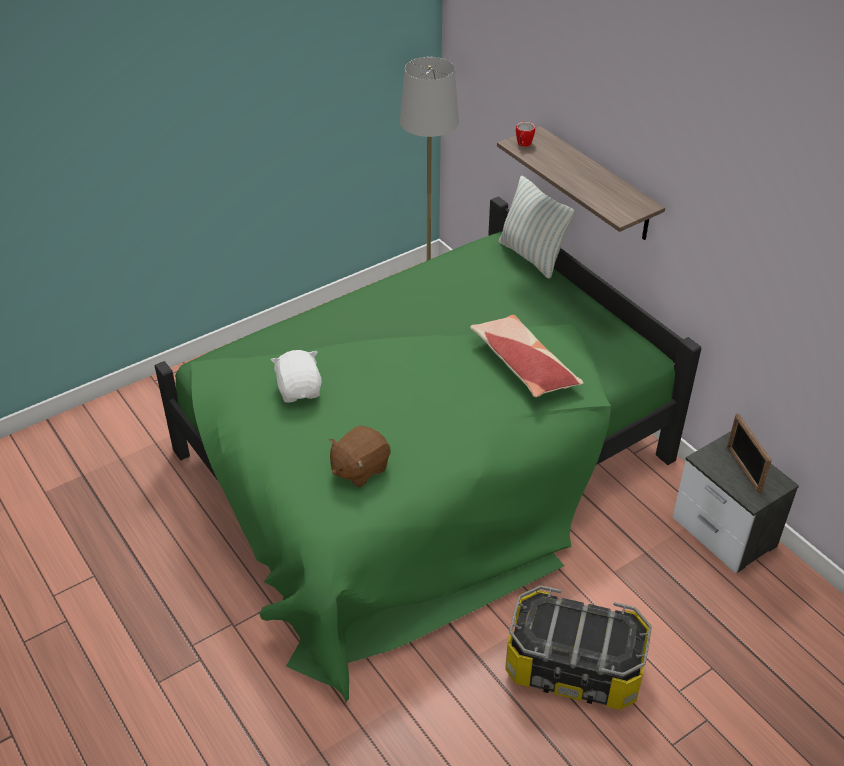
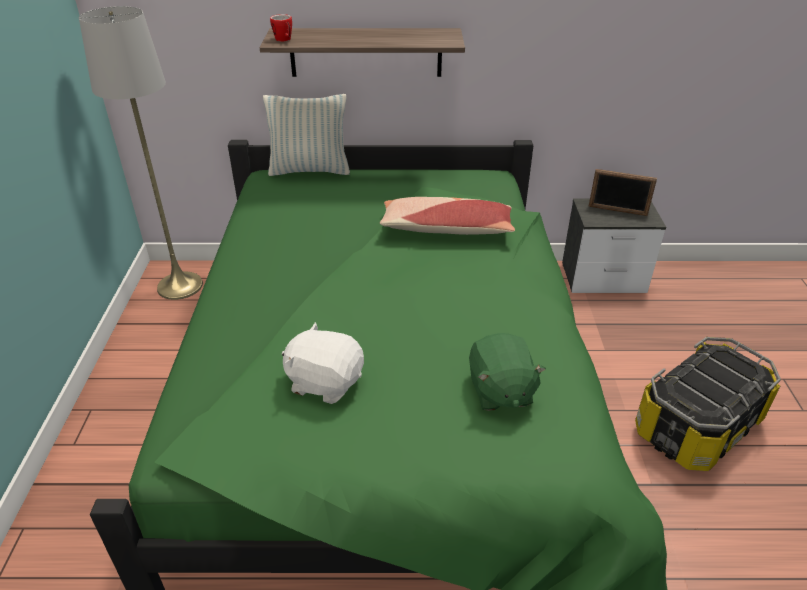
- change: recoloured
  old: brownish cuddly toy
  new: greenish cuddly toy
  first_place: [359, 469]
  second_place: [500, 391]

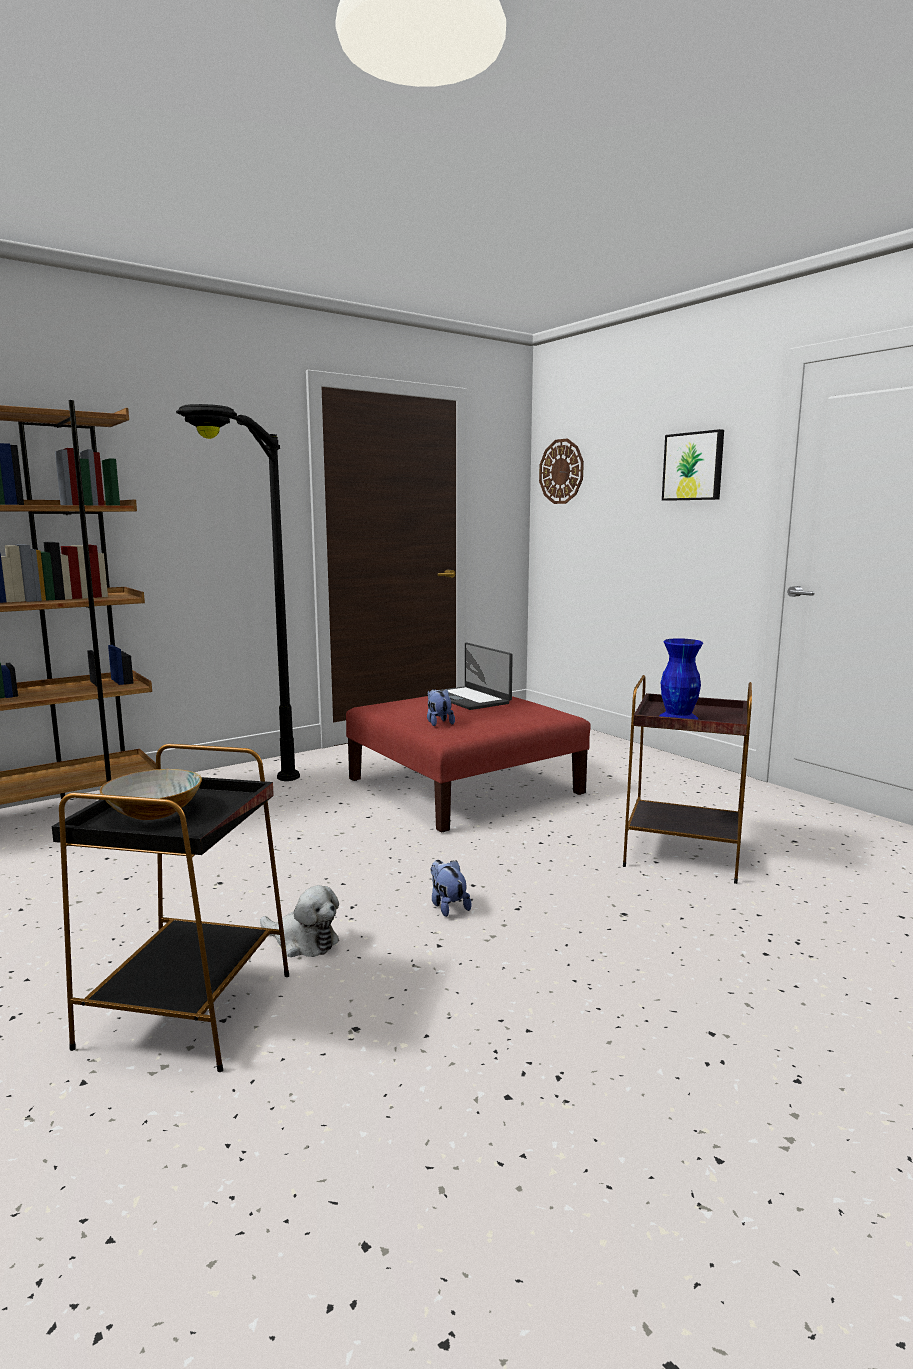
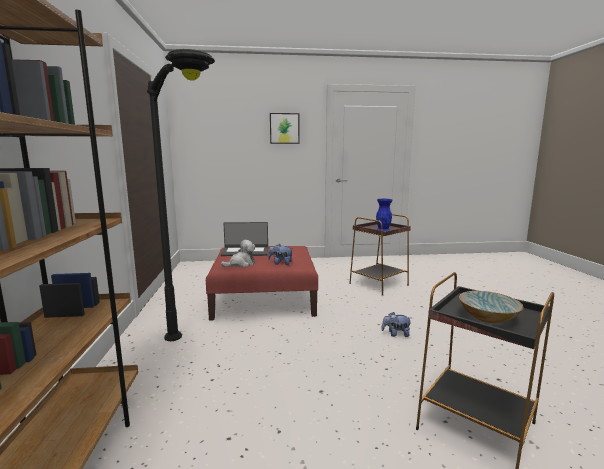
- change: removed
  old: wall clock
  first_place: [561, 471]
- change: moved
  old: cuddly toy
  first_place: [302, 941]
  second_place: [241, 264]

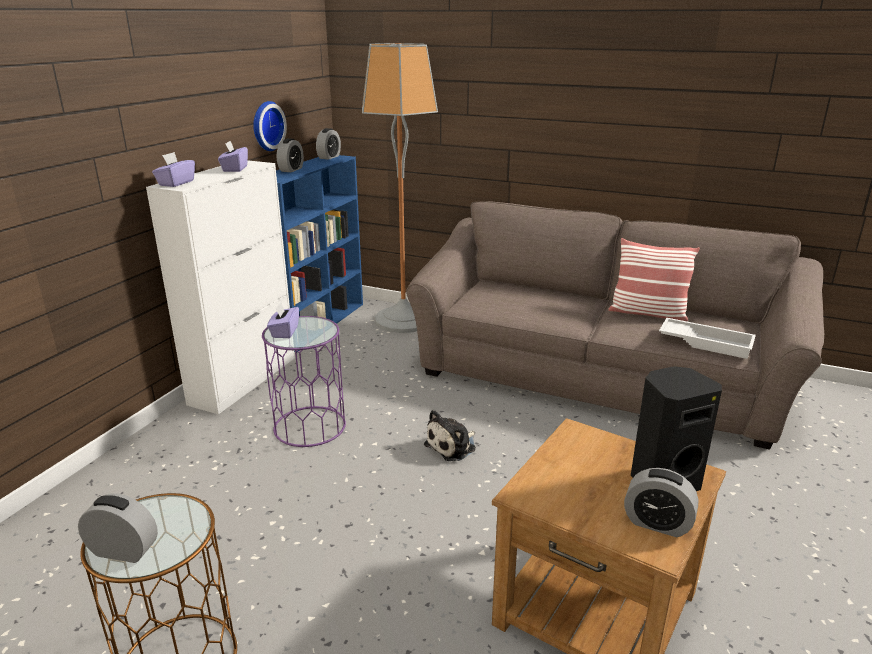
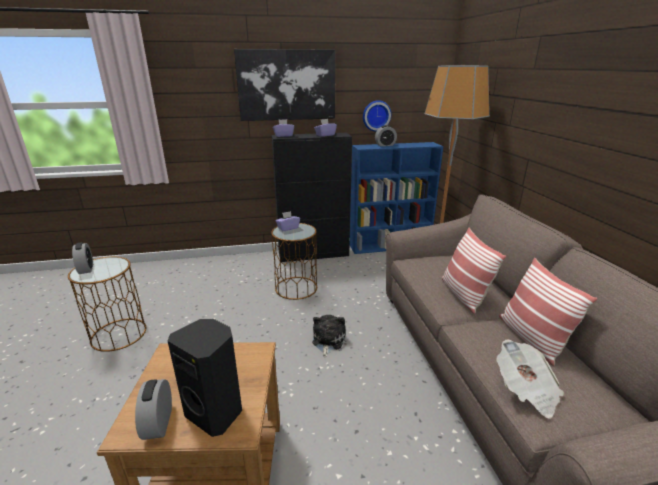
- change: removed
  old: bedside clock
  first_place: [329, 157]
- change: recoloured
  old: whitish storage cabinet
  new: black-coloured storage cabinet
  first_place: [245, 380]
  second_place: [314, 254]
- change: recoloured
  old: purple end table
  new: brownish end table
  first_place: [310, 426]
  second_place: [296, 288]
- change: replaced
  old: whitish tray
  new: daily paper
  first_place: [706, 342]
  second_place: [526, 390]
- change: turned
  old: cuddly toy
  first_place: [452, 446]
  second_place: [327, 340]
  degrees: 90
- change: added
  new: wall picture
  second_place: [287, 85]
- change: added
  new: pillow
  second_place: [463, 295]

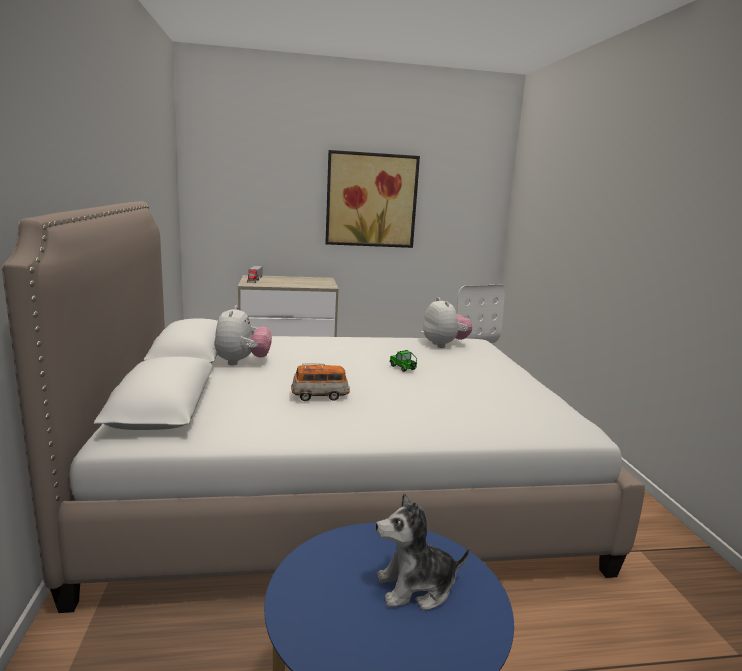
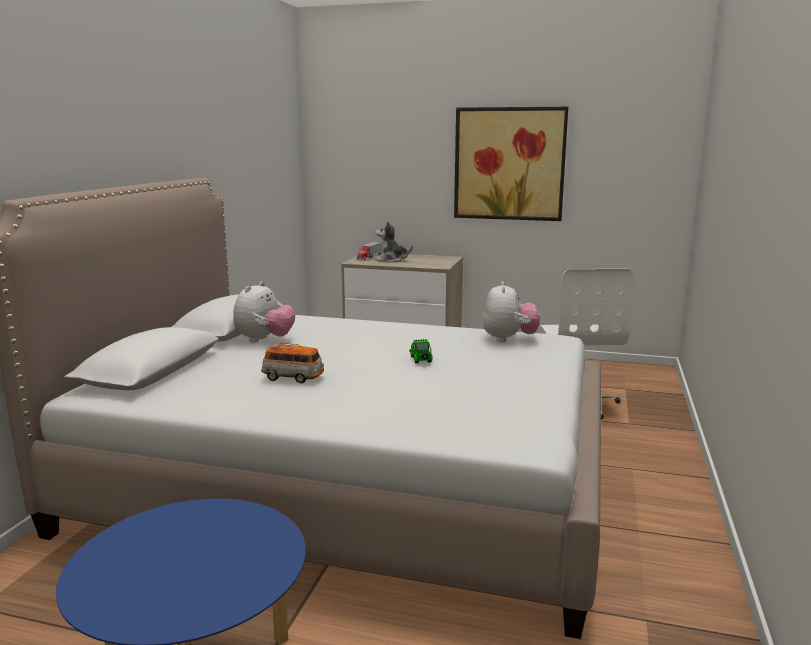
- change: moved
  old: cuddly toy
  first_place: [416, 587]
  second_place: [392, 260]

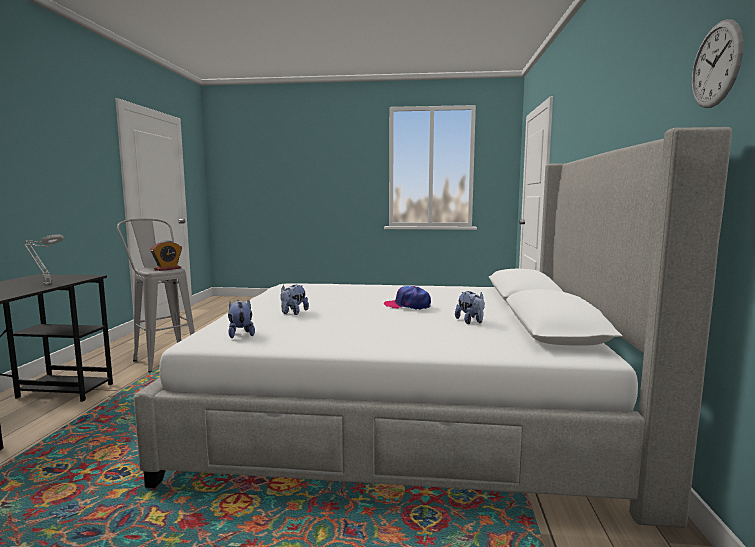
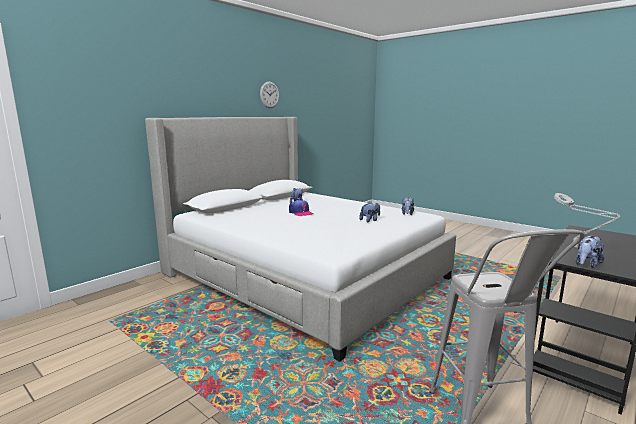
- change: removed
  old: bedside clock
  first_place: [167, 269]
- change: added
  new: cuddly toy
  second_place: [586, 264]

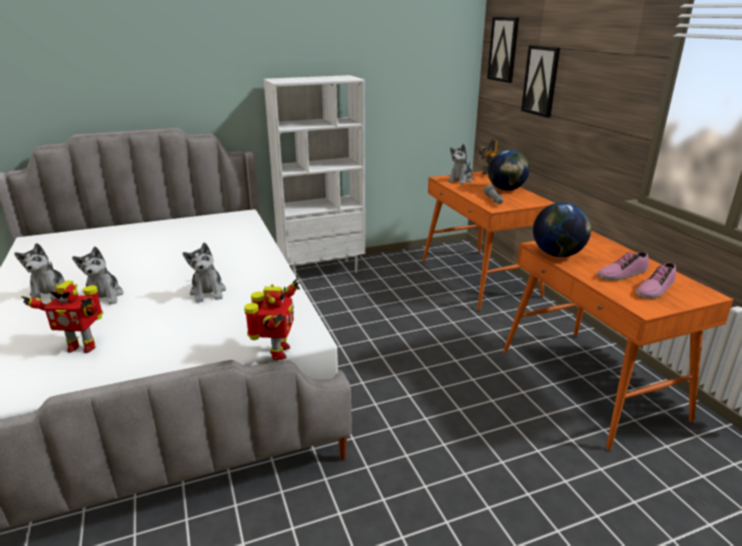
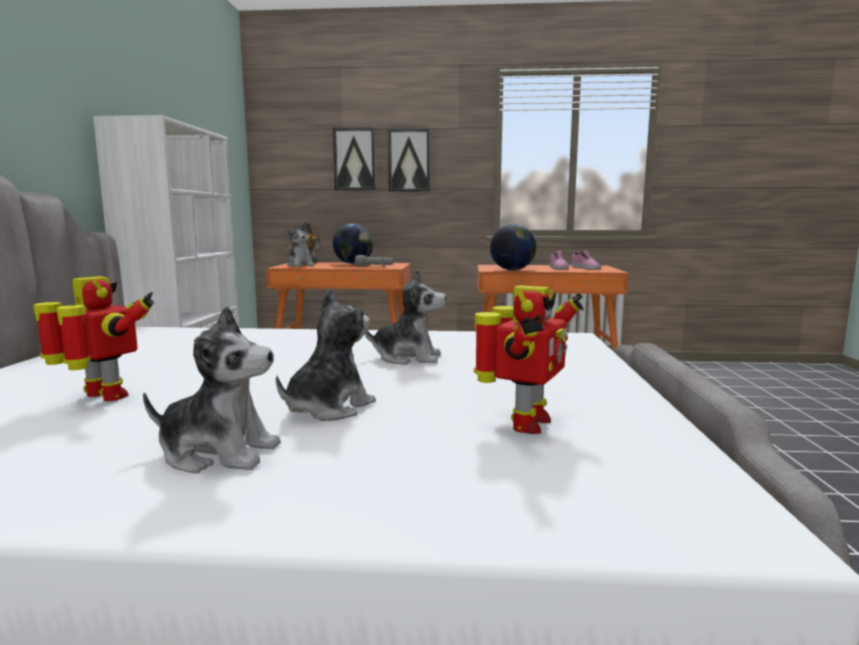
- change: moved
  old: wall picture
  first_place: [503, 49]
  second_place: [409, 160]
- change: turned
  old: cuddly toy
  first_place: [104, 297]
  second_place: [328, 408]
  degrees: -60
- change: moved
  old: toy robot
  first_place: [277, 352]
  second_place: [103, 397]

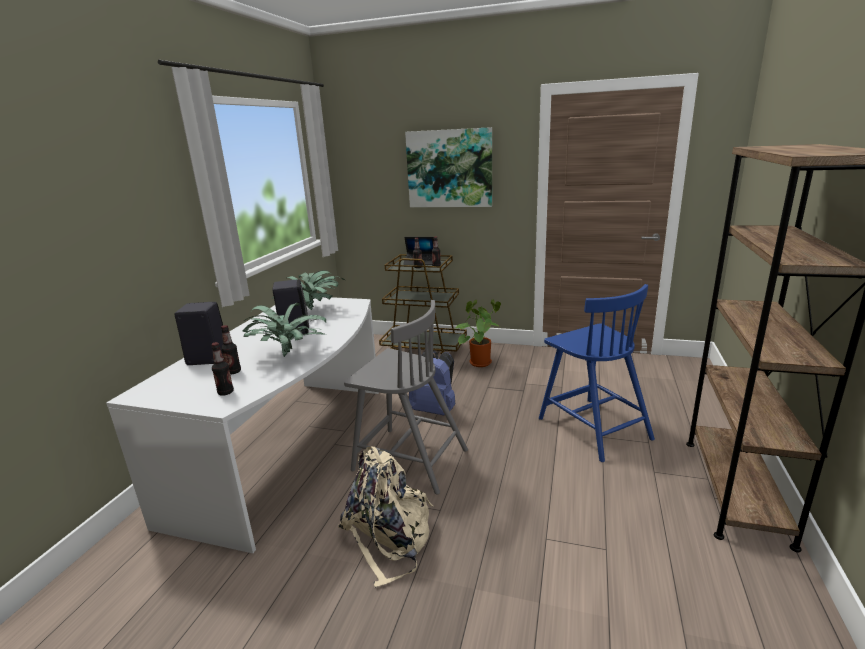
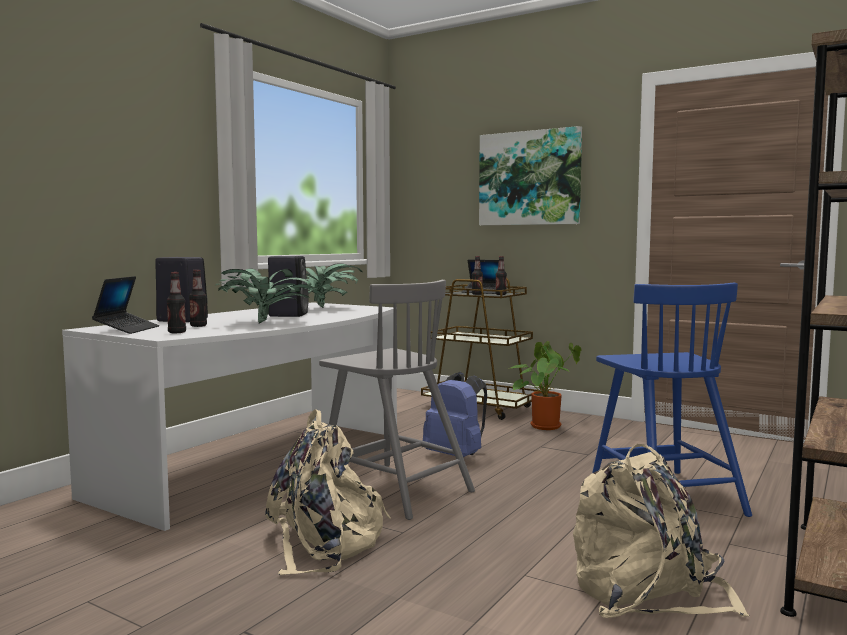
- change: added
  new: notebook computer
  second_place: [127, 329]
- change: added
  new: sand-coloured backpack
  second_place: [648, 592]

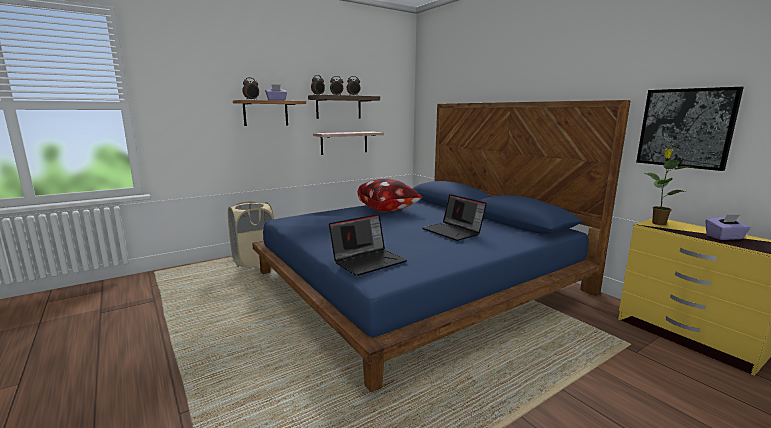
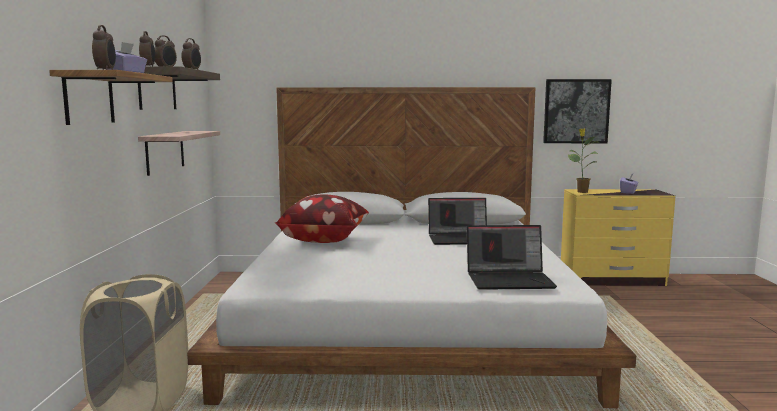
- change: recoloured
  old: bluish sleeping bed
  new: whitish sleeping bed
  first_place: [417, 282]
  second_place: [406, 322]
- change: turned
  old: notebook computer
  first_place: [369, 261]
  second_place: [510, 280]
  degrees: 90

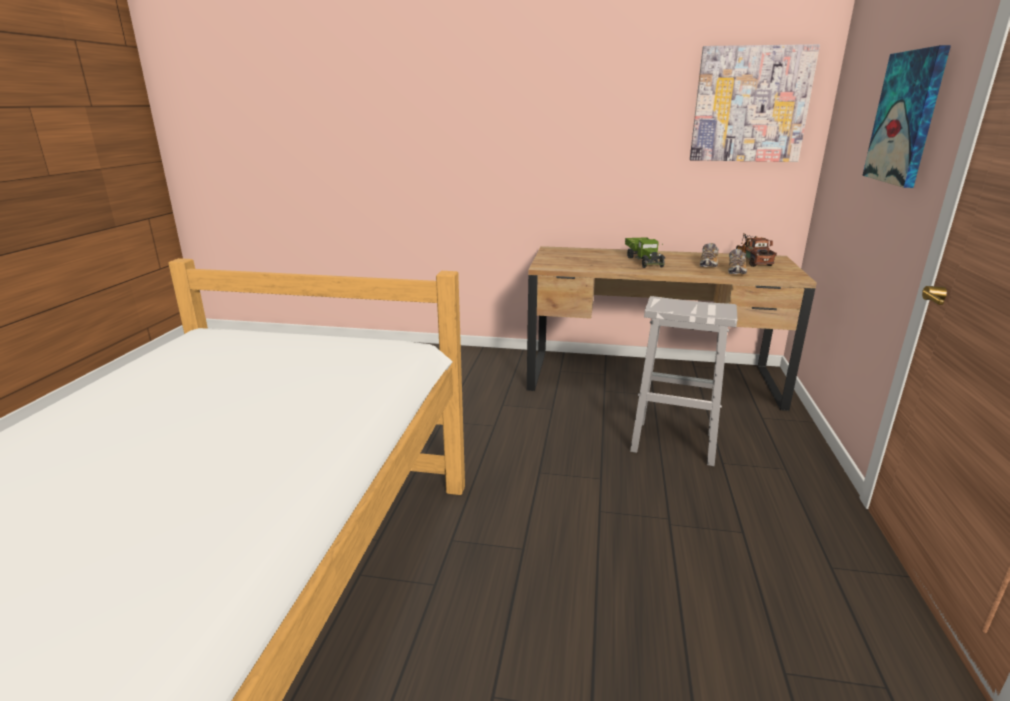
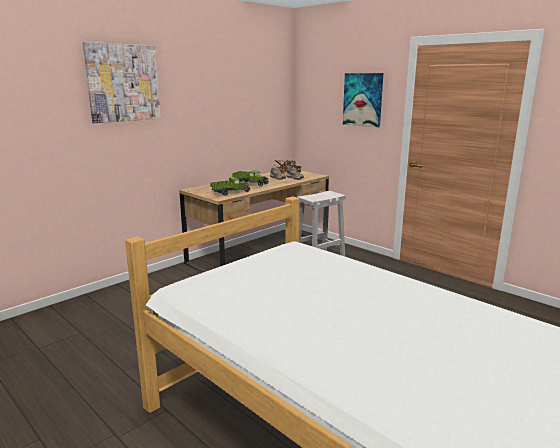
- change: moved
  old: wall picture
  first_place: [750, 105]
  second_place: [123, 83]
- change: added
  new: toy lorry
  second_place: [230, 192]

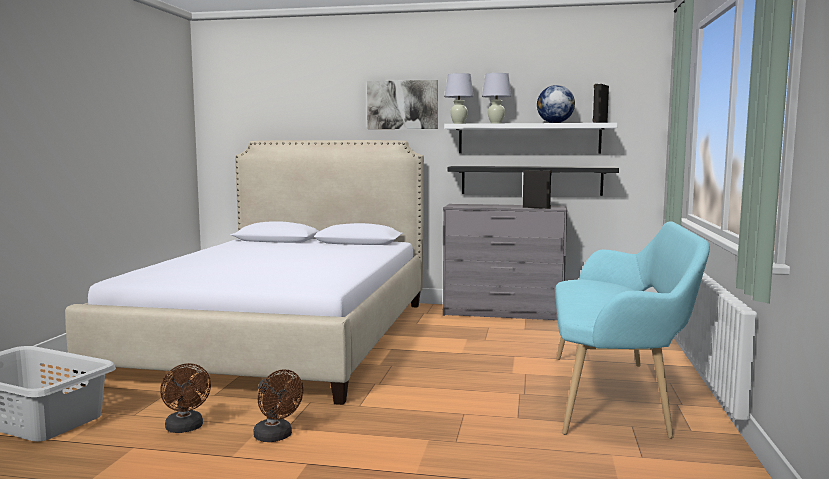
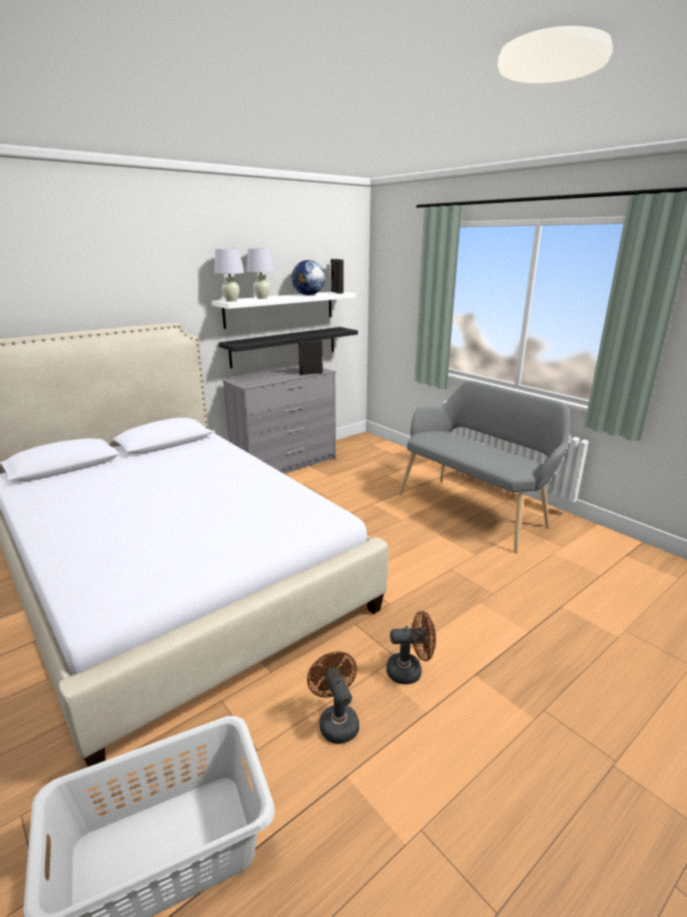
- change: removed
  old: wall picture
  first_place: [402, 105]
- change: recoloured
  old: turquoise-coloured long seat
  new: greyish long seat
  first_place: [616, 395]
  second_place: [475, 509]
- change: turned
  old: brownish electric fan
  first_place: [186, 428]
  second_place: [336, 721]
  degrees: -120

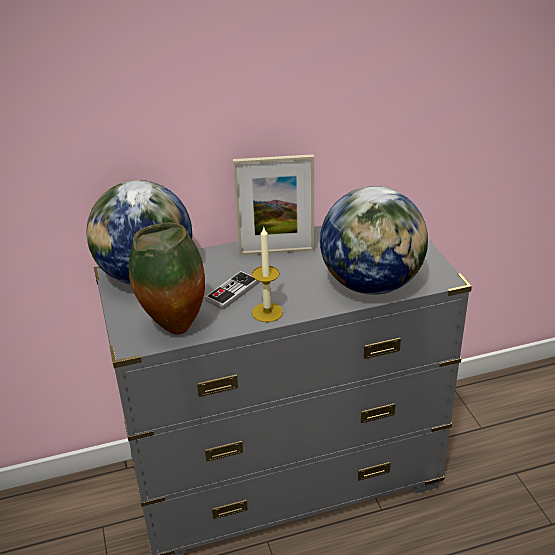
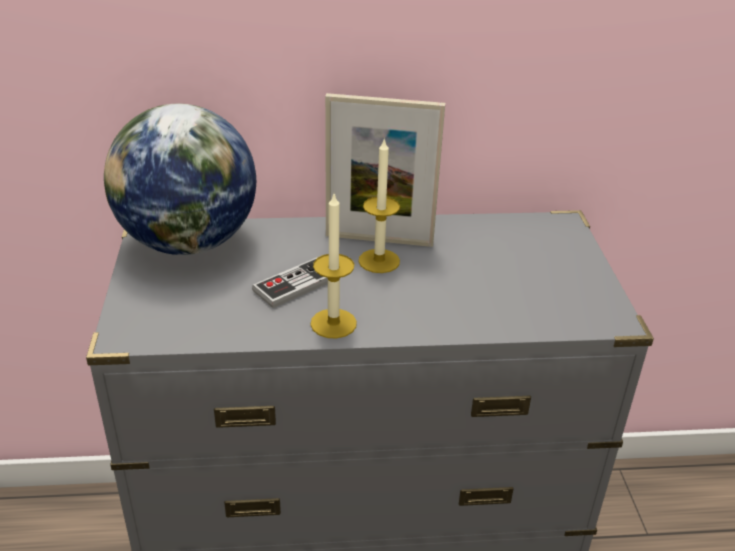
- change: removed
  old: globe
  first_place: [371, 284]
- change: removed
  old: decorative vase
  first_place: [173, 329]
- change: added
  new: wax candle
  second_place: [379, 261]

